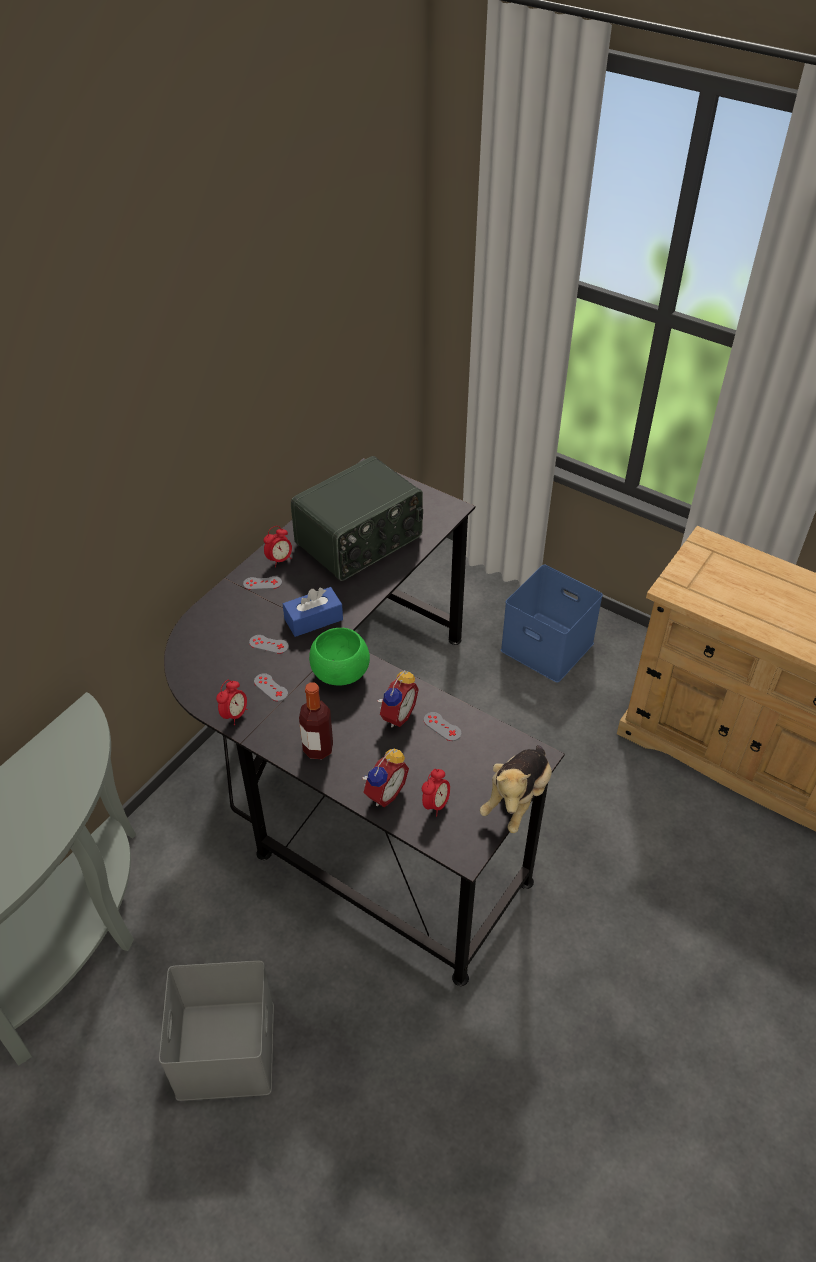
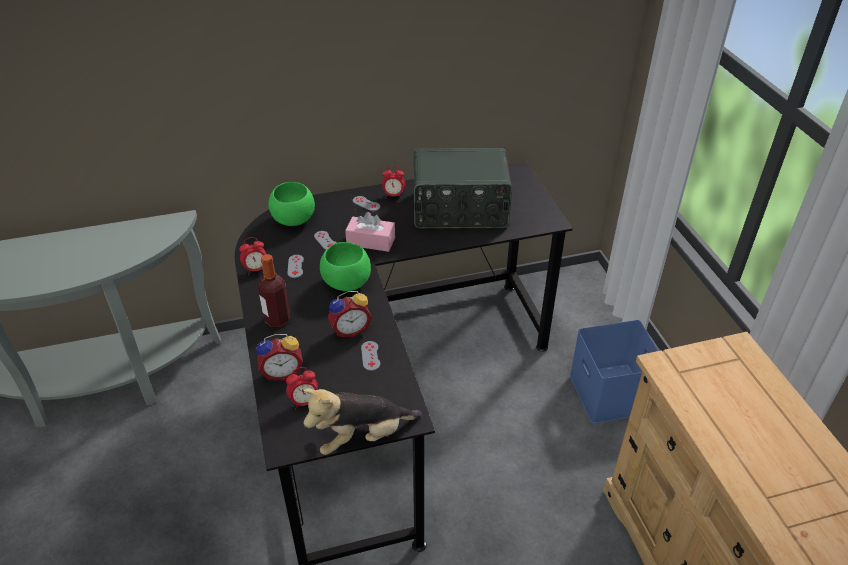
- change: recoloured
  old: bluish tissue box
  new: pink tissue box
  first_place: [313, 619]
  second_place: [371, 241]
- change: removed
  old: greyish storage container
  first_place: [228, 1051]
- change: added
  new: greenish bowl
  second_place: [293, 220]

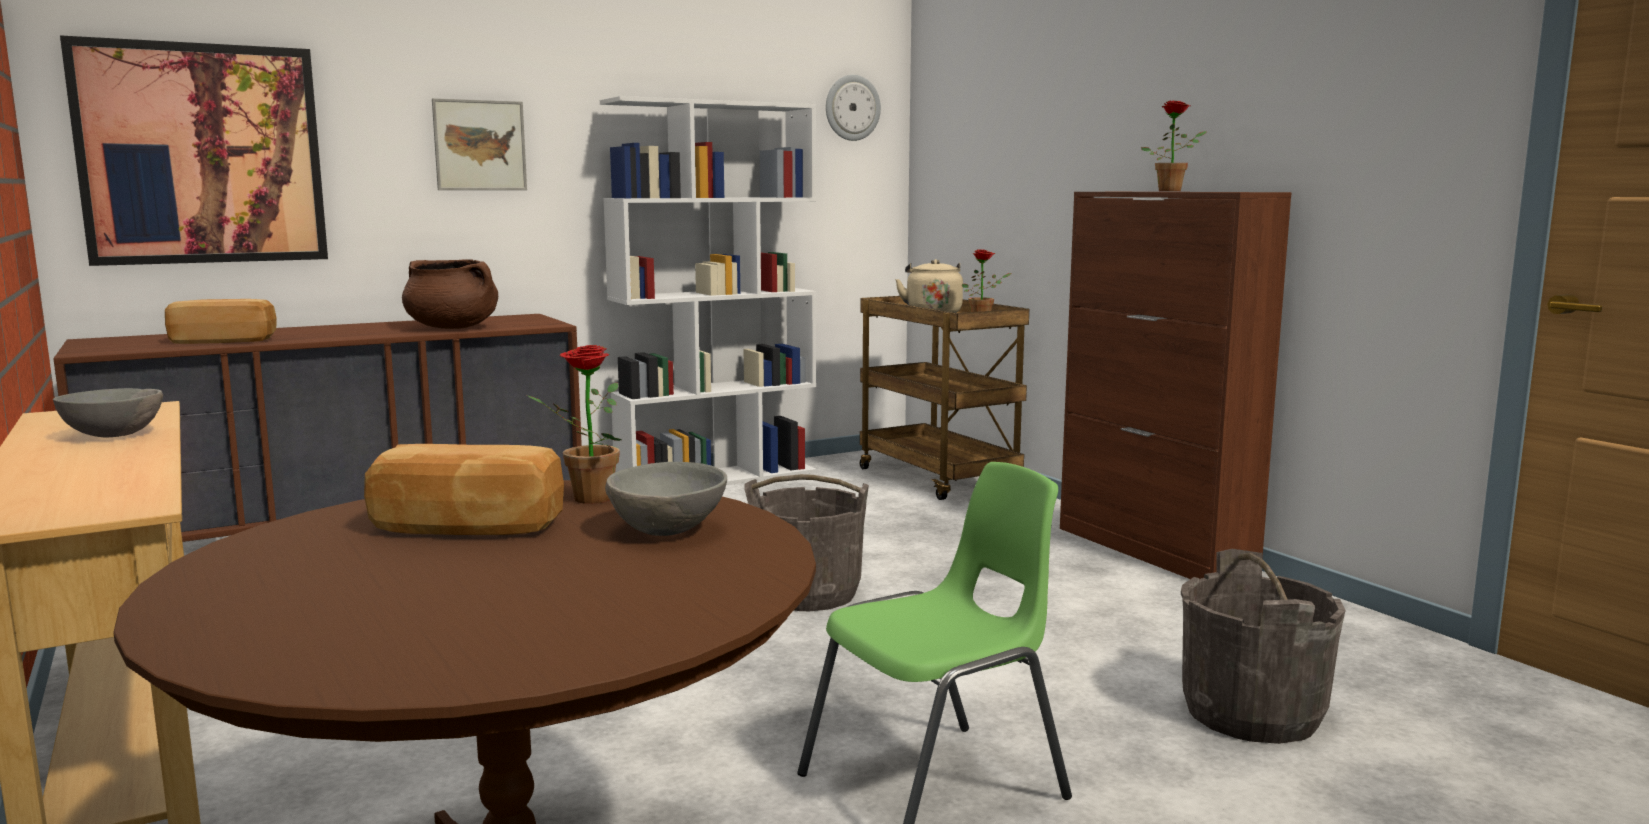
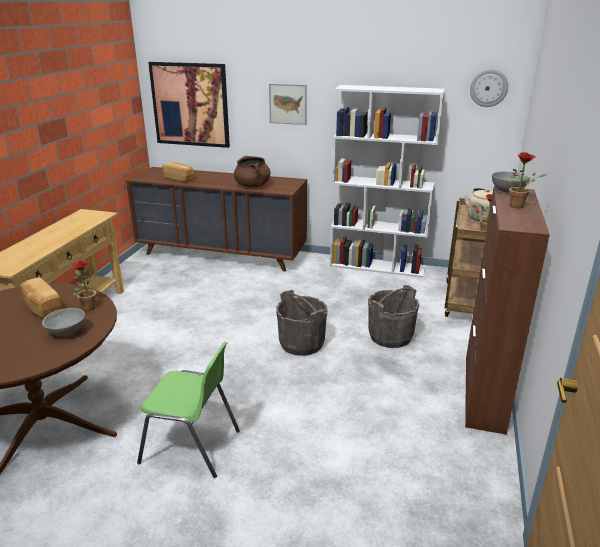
- change: moved
  old: greyish bowl
  first_place: [112, 435]
  second_place: [507, 191]
- change: moved
  old: greyish bucket
  first_place: [1252, 713]
  second_place: [390, 336]

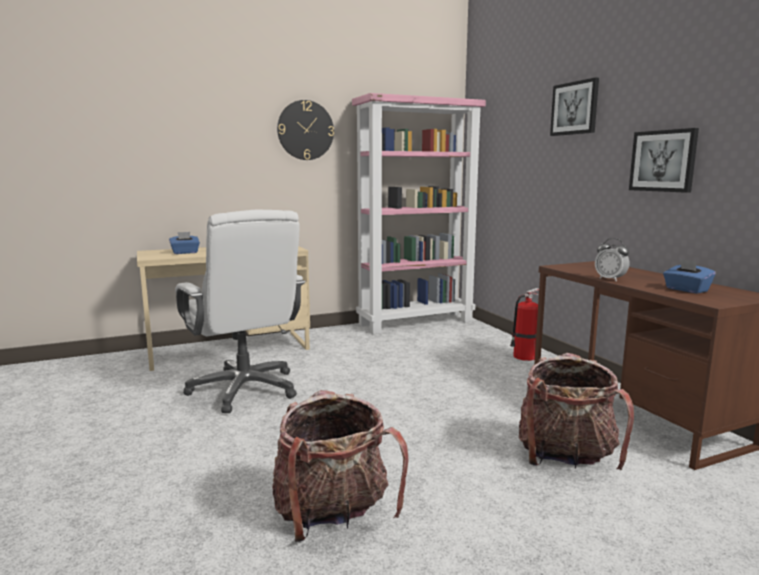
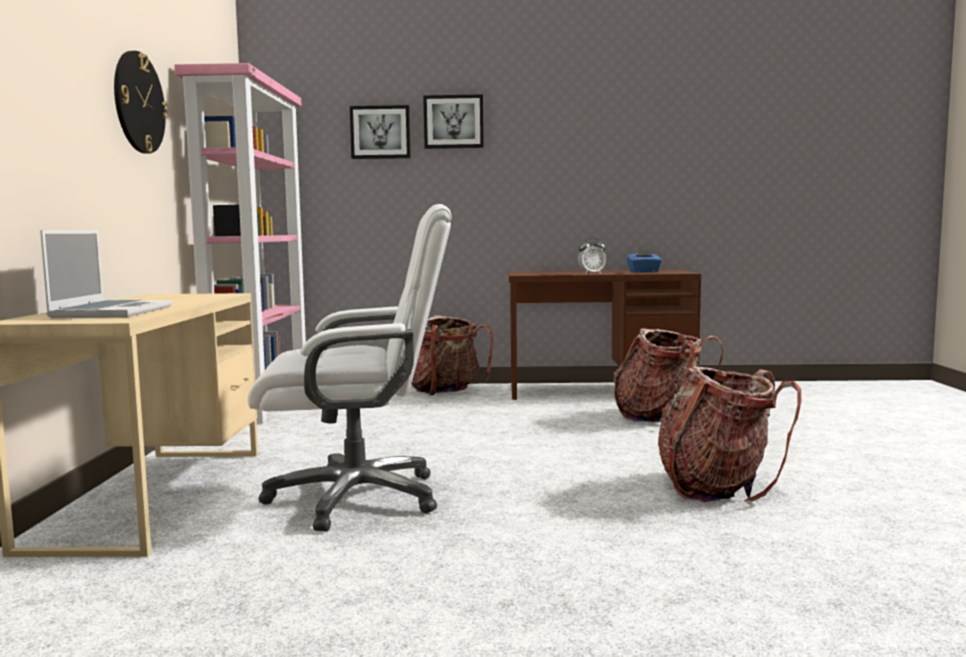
- change: moved
  old: wall picture
  first_place: [663, 161]
  second_place: [380, 132]
- change: replaced
  old: bluish tissue box
  new: notebook computer
  first_place: [185, 252]
  second_place: [112, 312]
- change: replaced
  old: fire extinguisher
  new: backpack
  first_place: [524, 356]
  second_place: [446, 391]

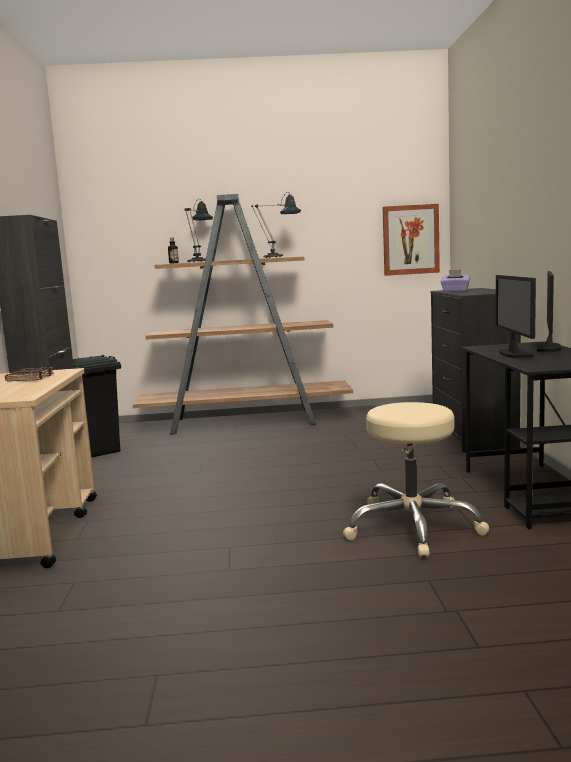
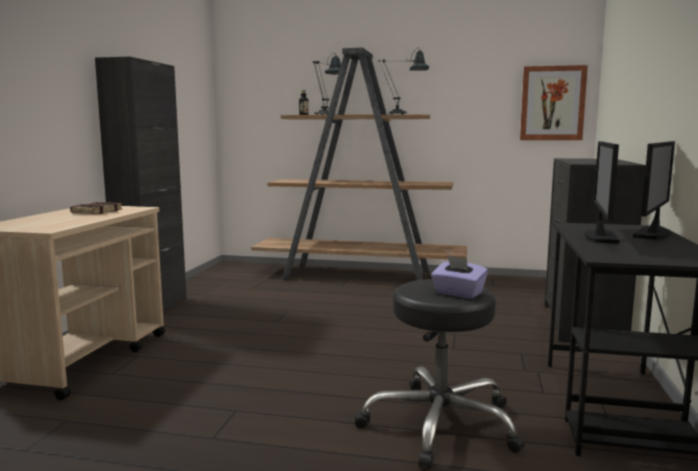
- change: moved
  old: purple tissue box
  first_place: [455, 291]
  second_place: [458, 293]
- change: removed
  old: black-coloured waste bin
  first_place: [101, 451]
- change: recoloured
  old: sand-coloured stool
  new: black-coloured stool
  first_place: [413, 526]
  second_place: [441, 424]

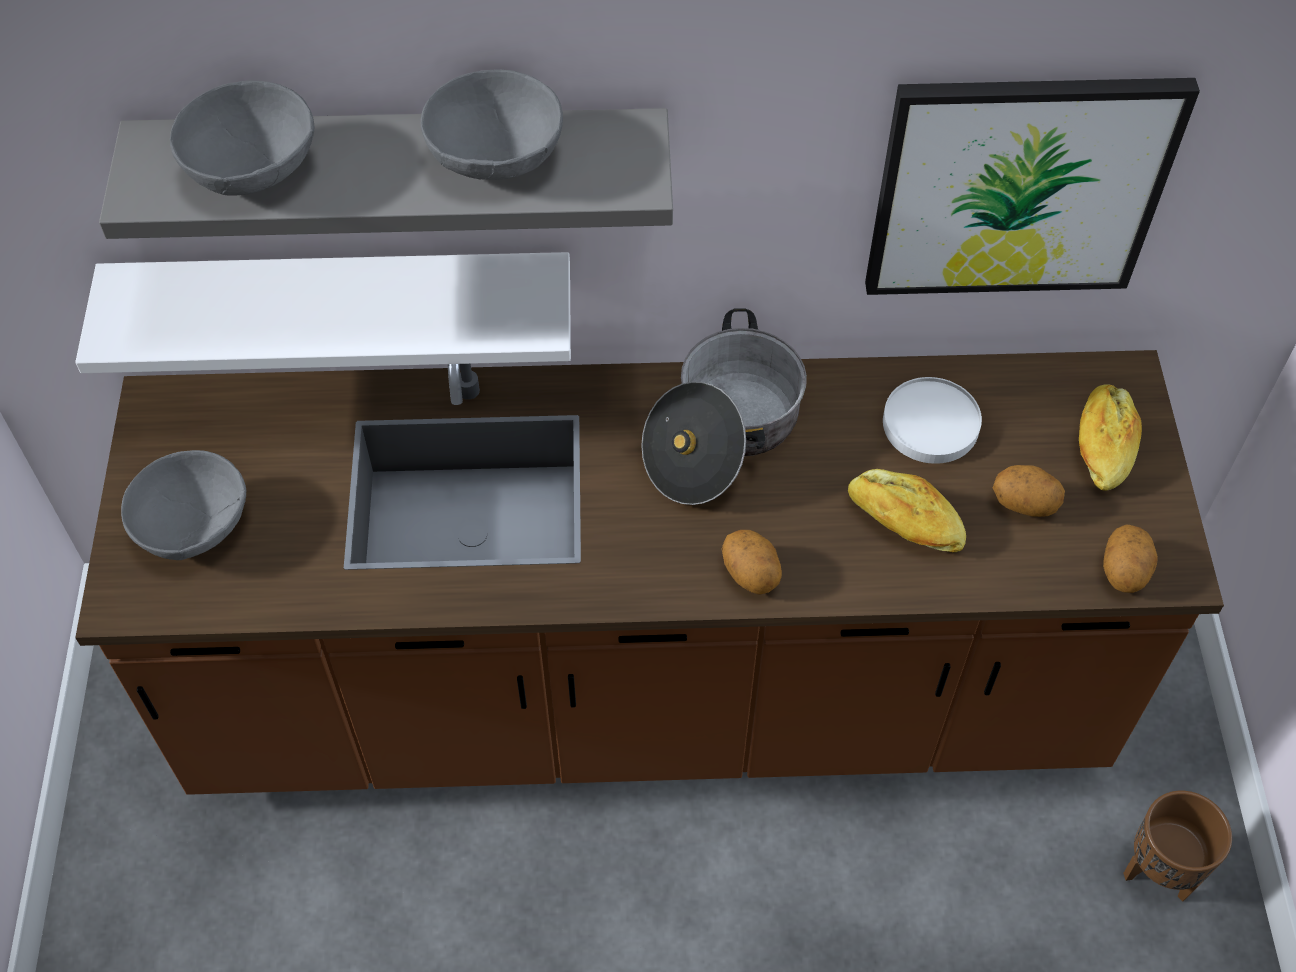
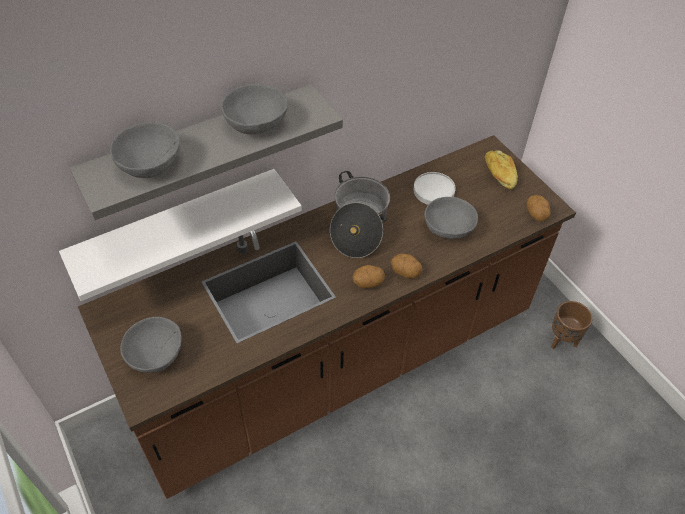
- change: removed
  old: wall picture
  first_place: [1018, 186]
- change: moved
  old: potato
  first_place: [1024, 504]
  second_place: [368, 283]
- change: replaced
  old: bread
  new: greyish bowl
  first_place: [904, 522]
  second_place: [448, 229]

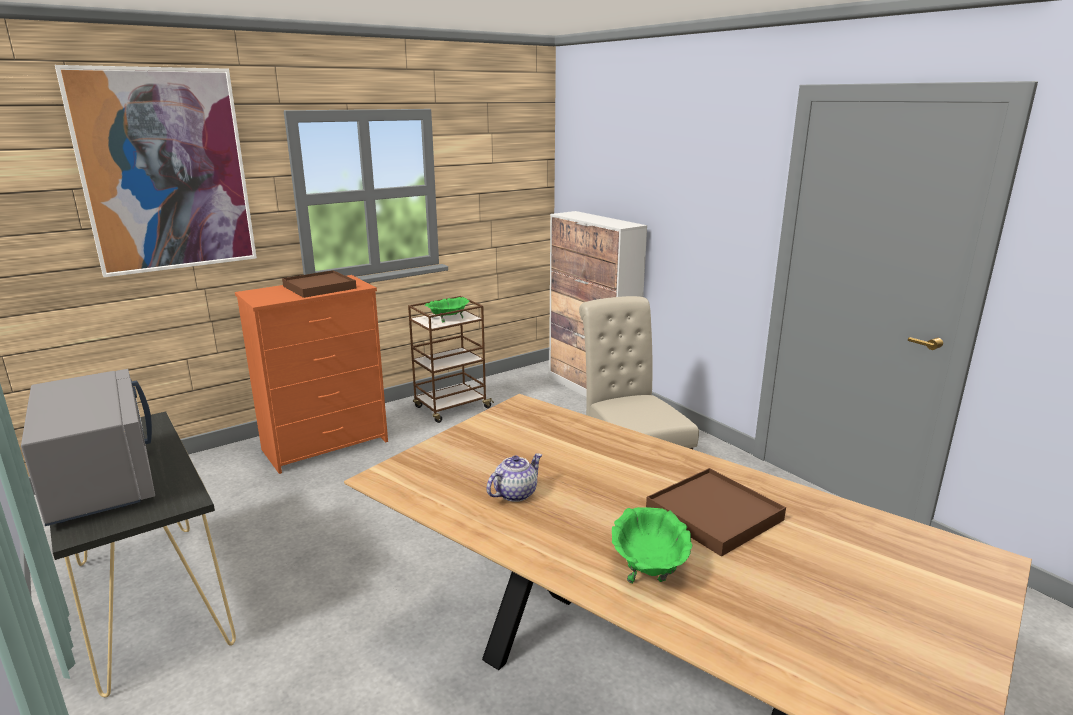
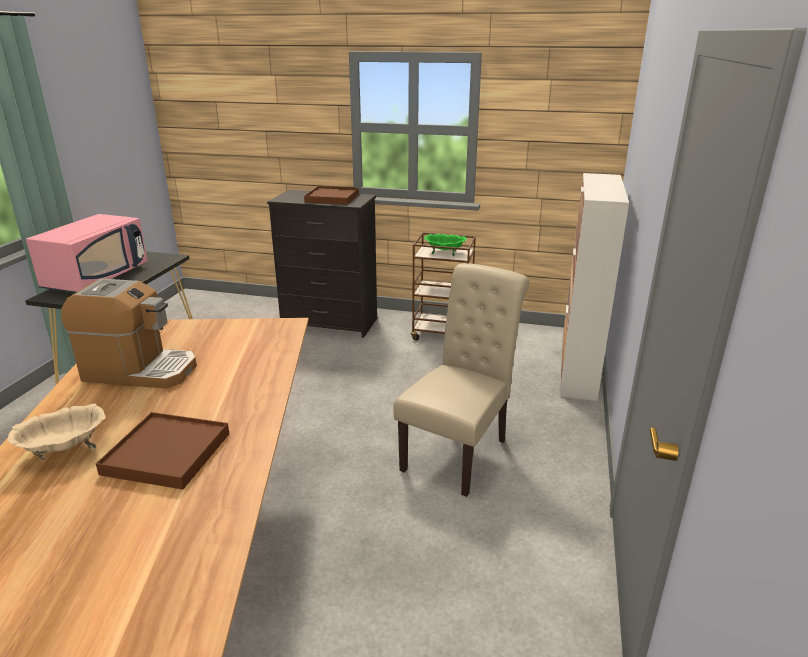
- change: removed
  old: wall picture
  first_place: [165, 171]
- change: recoloured
  old: orange chest of drawers
  new: black-coloured chest of drawers
  first_place: [327, 445]
  second_place: [330, 323]
- change: recoloured
  old: greyish microwave
  new: pink microwave
  first_place: [100, 482]
  second_place: [97, 278]
- change: replaced
  old: tea pot
  new: coffee brewer
  first_place: [515, 493]
  second_place: [140, 370]
- change: recoloured
  old: greenish bowl
  new: sand-coloured bowl
  first_place: [650, 567]
  second_place: [64, 450]

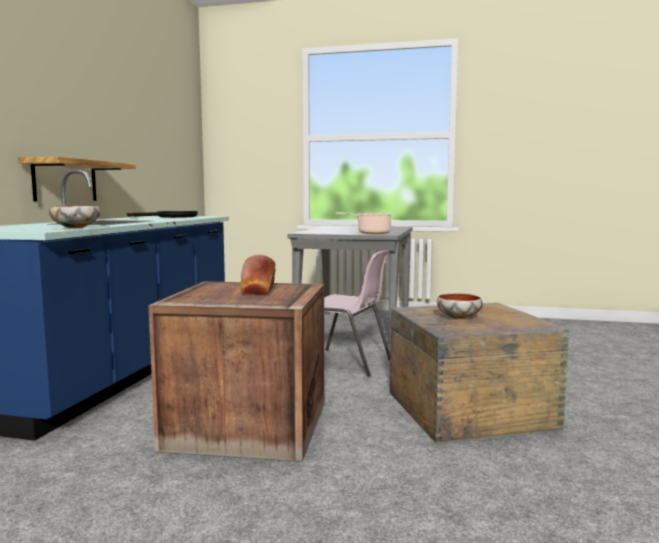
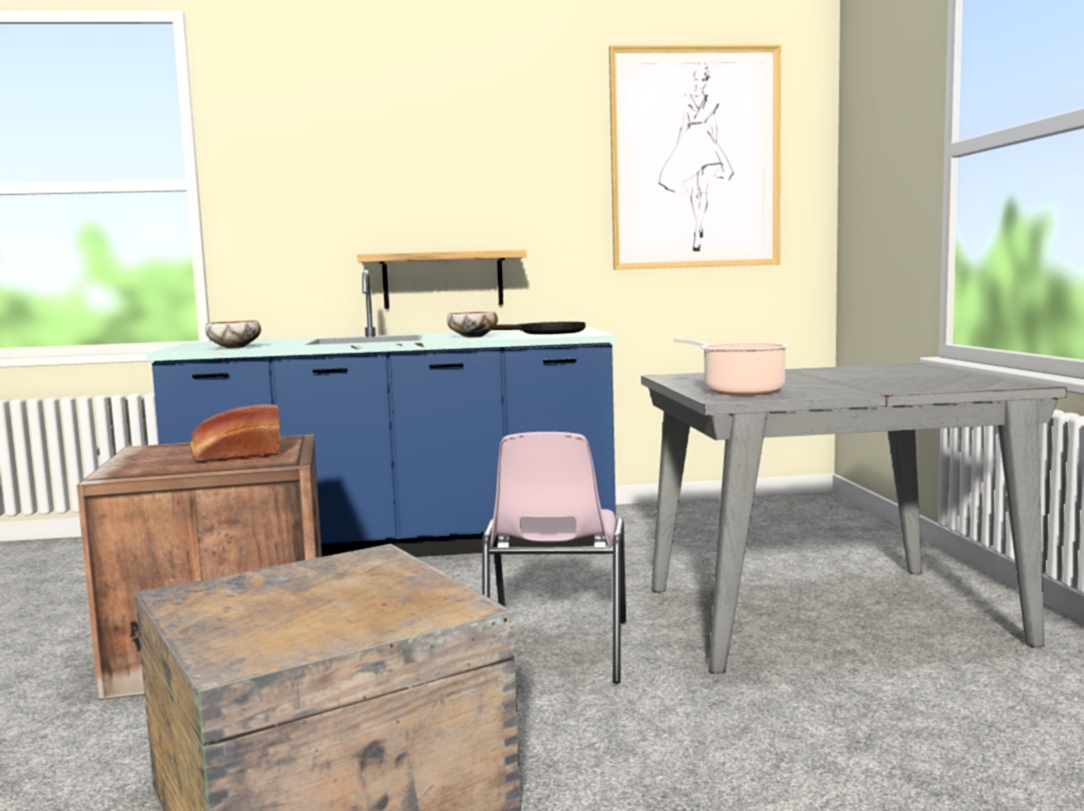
- change: moved
  old: bowl
  first_place: [459, 317]
  second_place: [473, 337]
- change: added
  new: wall picture
  second_place: [695, 158]

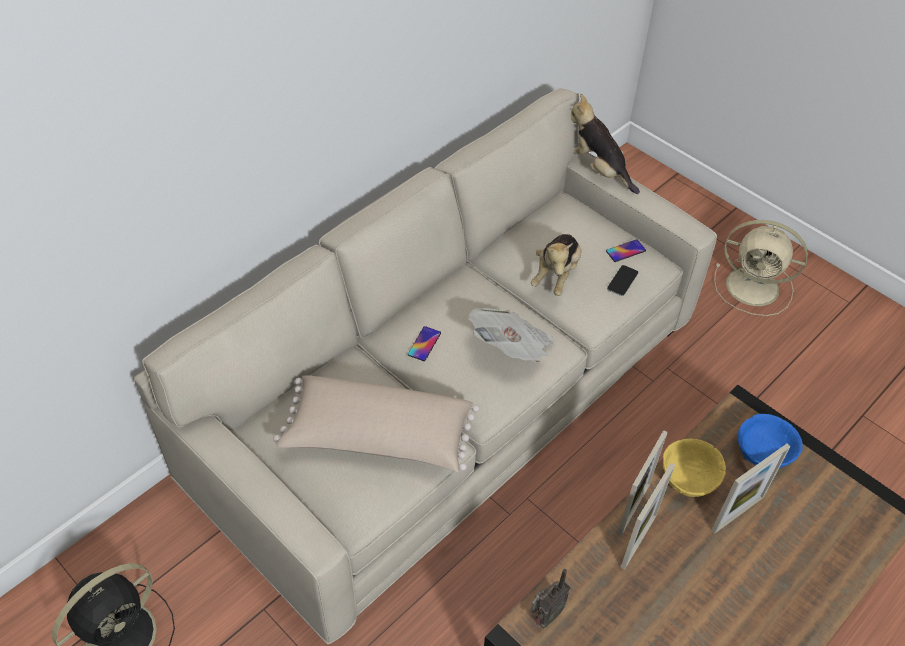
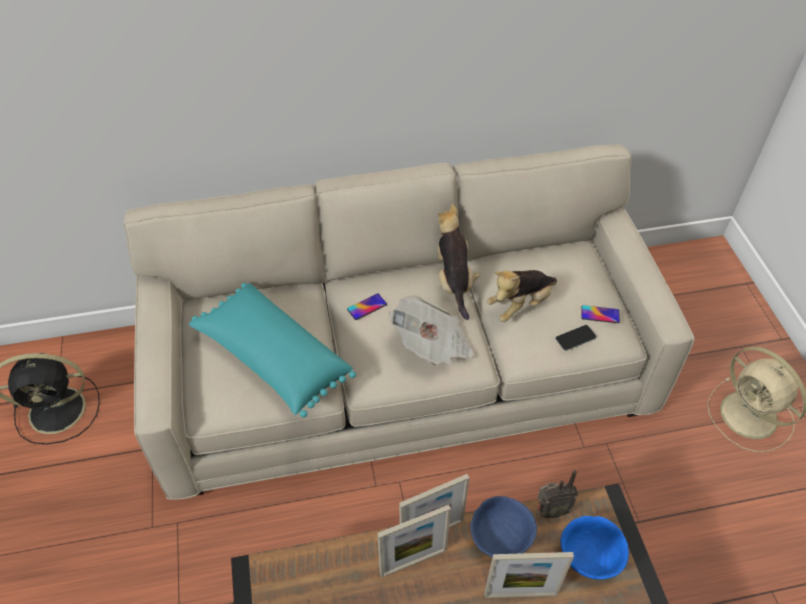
- change: moved
  old: cuddly toy
  first_place: [598, 169]
  second_place: [454, 281]
- change: recoloured
  old: sand-coloured pillow
  new: turquoise-coloured pillow
  first_place: [378, 438]
  second_place: [272, 359]
- change: recoloured
  old: yellow-coloured bowl
  new: bluish bowl
  first_place: [688, 479]
  second_place: [501, 538]
- change: moved
  old: radio receiver
  first_place: [544, 616]
  second_place: [550, 510]

